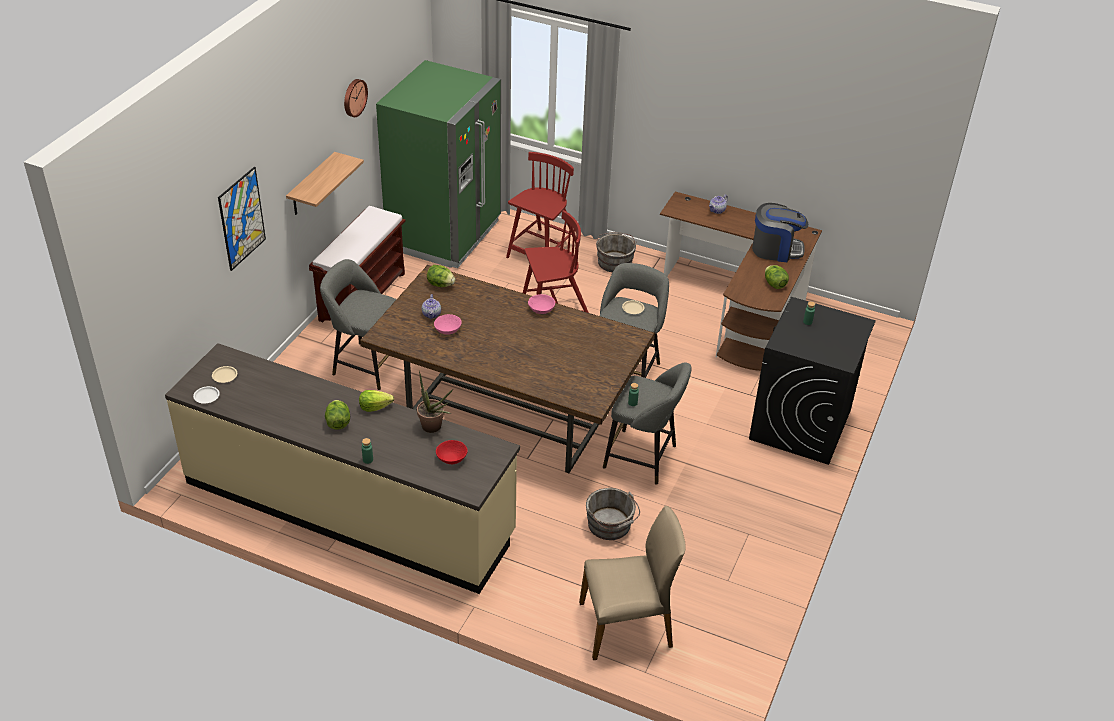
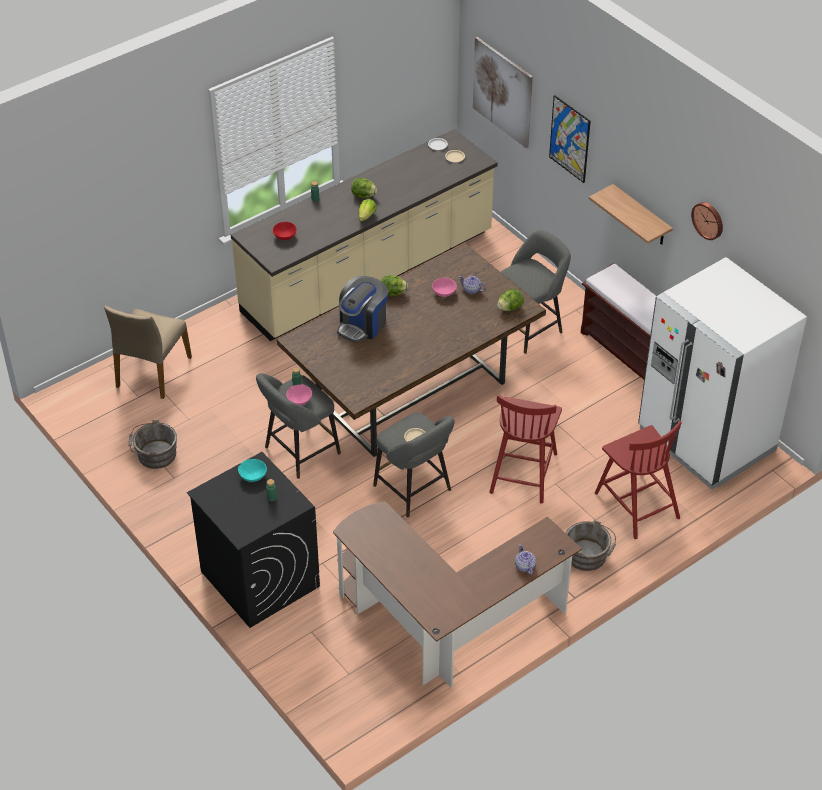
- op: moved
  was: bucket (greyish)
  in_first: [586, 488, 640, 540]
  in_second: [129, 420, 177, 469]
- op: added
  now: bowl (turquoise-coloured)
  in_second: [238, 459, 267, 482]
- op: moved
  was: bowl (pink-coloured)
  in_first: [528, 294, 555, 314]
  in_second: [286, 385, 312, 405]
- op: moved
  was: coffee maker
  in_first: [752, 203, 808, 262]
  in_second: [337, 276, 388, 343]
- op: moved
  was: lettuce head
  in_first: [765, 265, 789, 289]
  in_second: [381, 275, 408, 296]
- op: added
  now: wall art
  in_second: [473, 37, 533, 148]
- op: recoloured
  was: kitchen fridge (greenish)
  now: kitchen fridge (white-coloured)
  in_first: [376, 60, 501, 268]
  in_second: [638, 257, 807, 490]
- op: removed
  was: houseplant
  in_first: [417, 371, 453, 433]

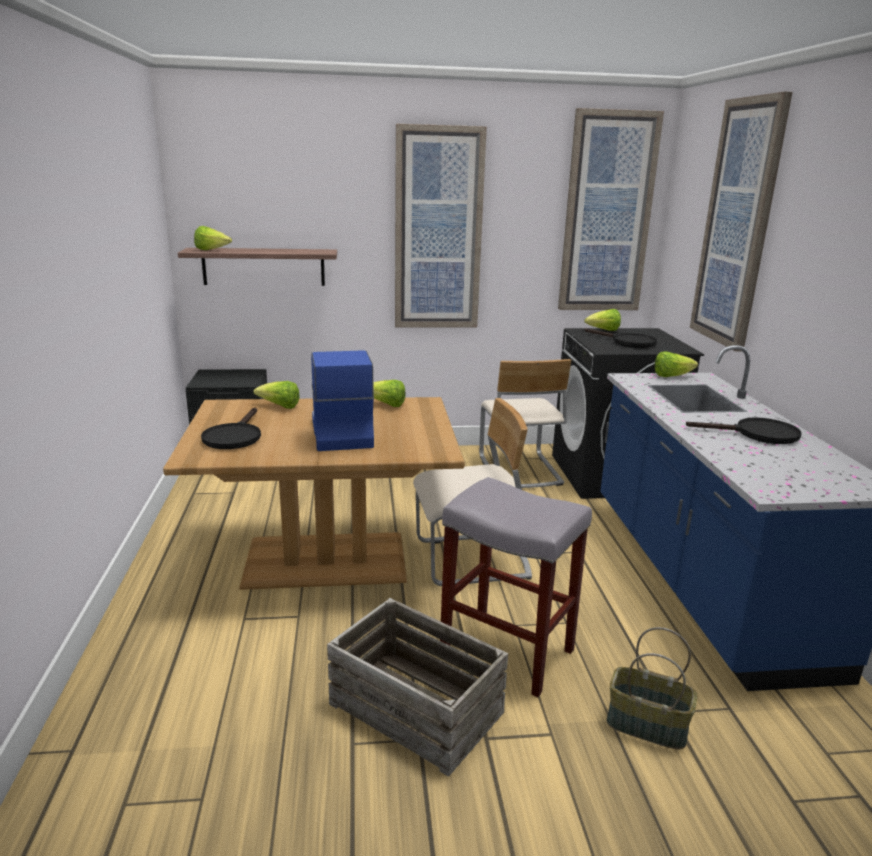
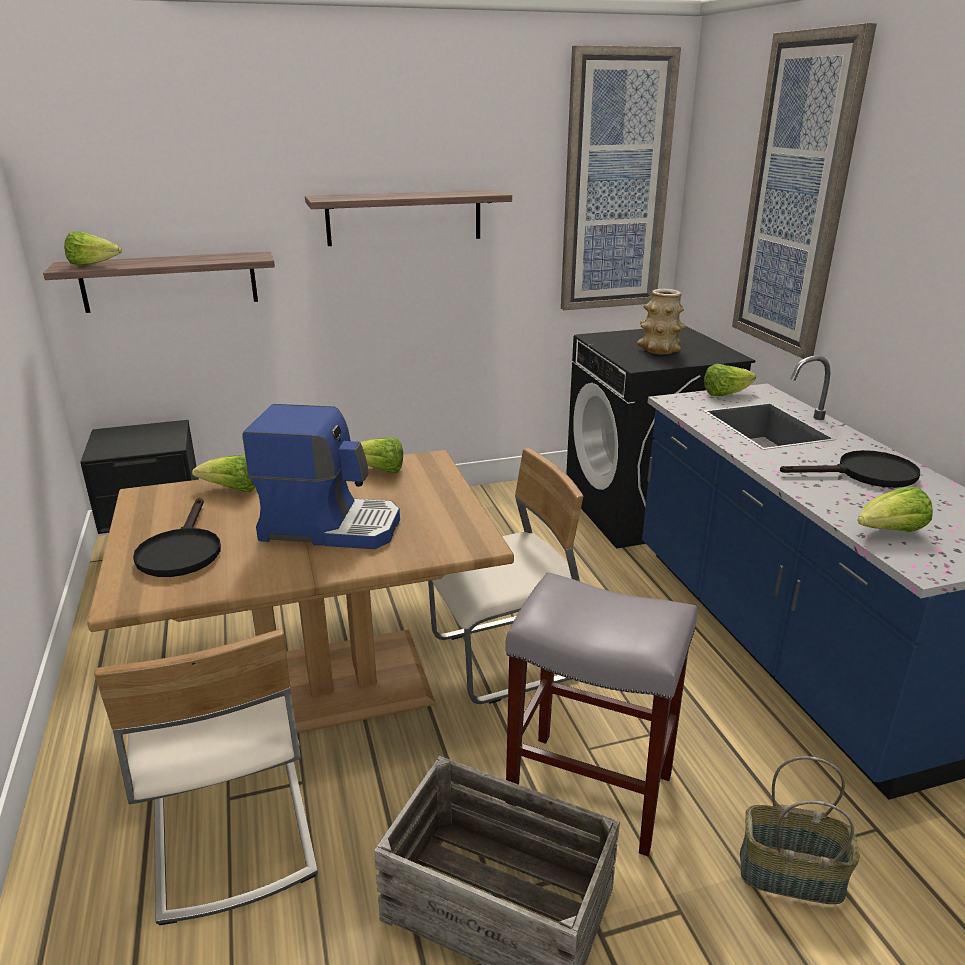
- op: moved
  was: plain chair (sand-coloured)
  in_first: [479, 359, 571, 488]
  in_second: [94, 629, 318, 925]
- op: turned
  was: coffee maker
  in_first: [311, 350, 374, 451]
  in_second: [242, 404, 400, 549]
  clockwise: 120
- op: replaced
  was: wall art
  now: bracket shelf
  in_first: [395, 124, 487, 327]
  in_second: [305, 190, 512, 246]
- op: replaced
  was: pan (black)
  now: vase
  in_first: [585, 328, 657, 348]
  in_second: [637, 289, 686, 355]
- op: moved
  was: lettuce head
  in_first: [585, 309, 621, 331]
  in_second: [858, 487, 933, 532]

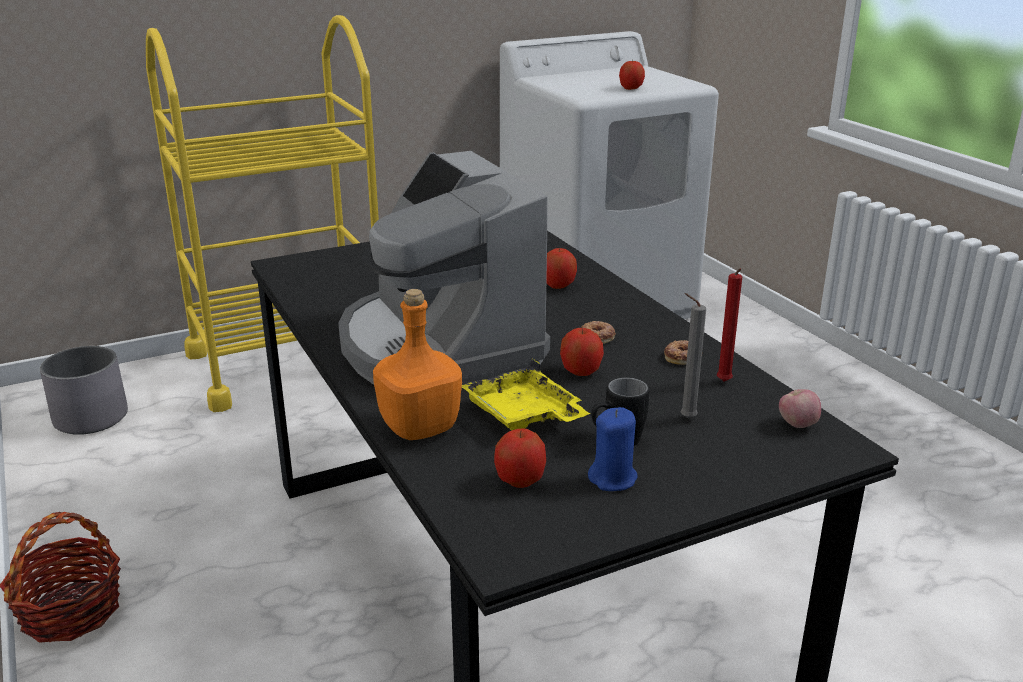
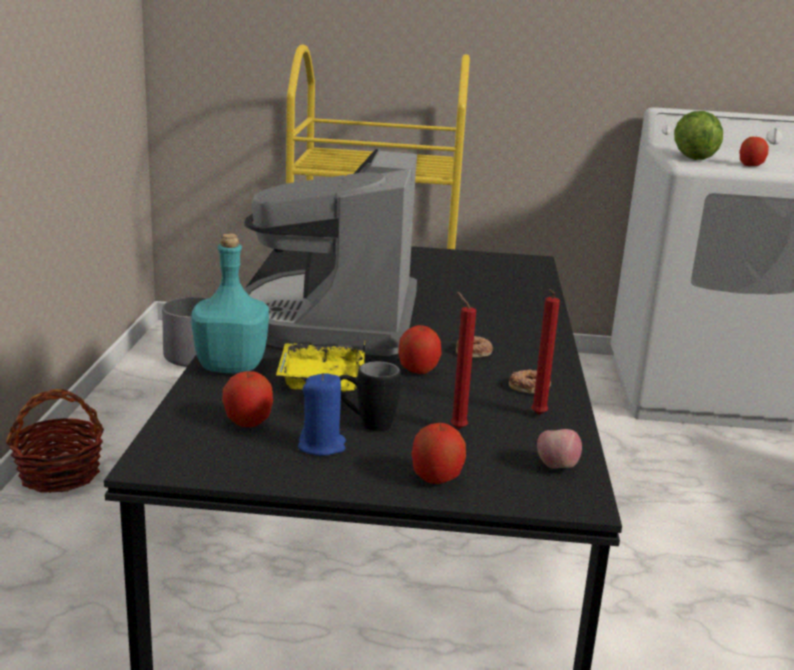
- op: recoloured
  was: beverage bottle (orange)
  now: beverage bottle (turquoise-coloured)
  in_first: [373, 289, 462, 440]
  in_second: [191, 233, 269, 373]
- op: moved
  was: whole apple
  in_first: [546, 248, 577, 289]
  in_second: [411, 423, 466, 484]
- op: recoloured
  was: wax light (greyish)
  now: wax light (red-coloured)
  in_first: [680, 293, 706, 419]
  in_second: [451, 291, 476, 429]
- op: added
  now: lettuce head
  in_second: [674, 111, 723, 160]

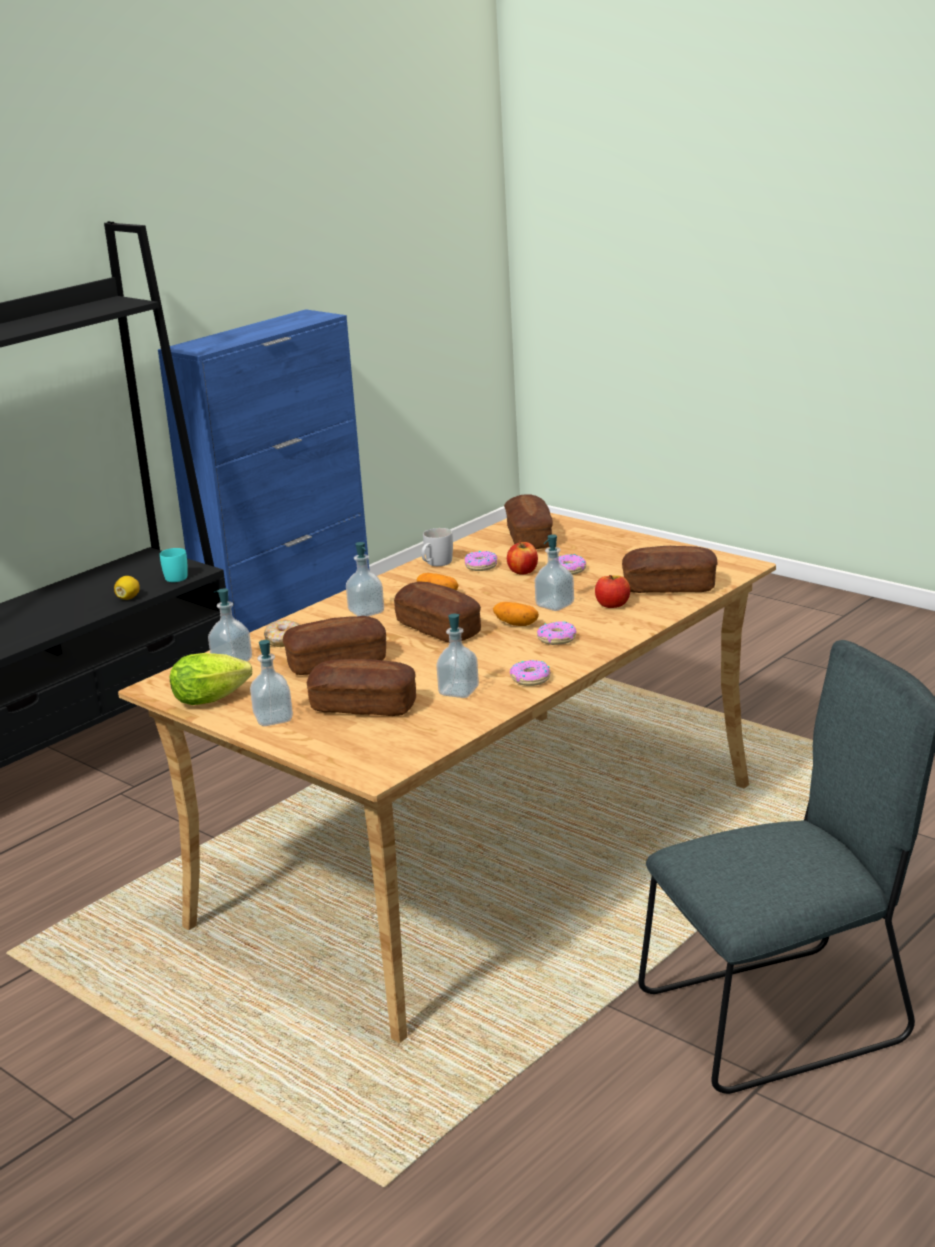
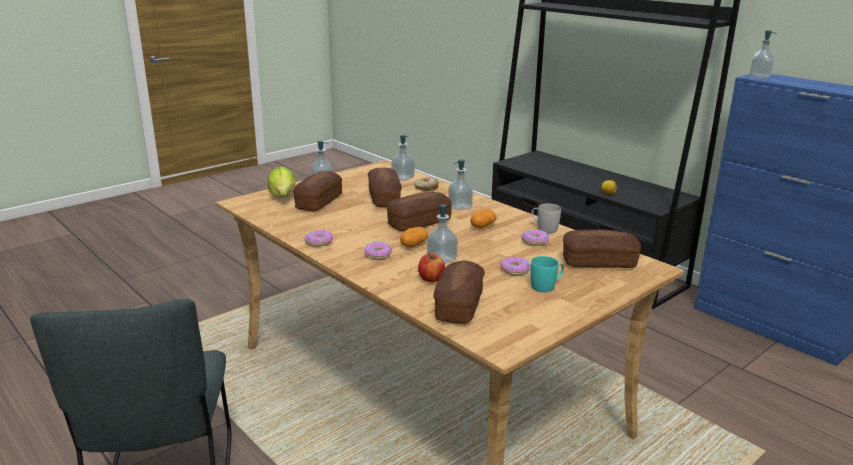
- op: moved
  was: lettuce head
  in_first: [170, 653, 252, 705]
  in_second: [268, 166, 296, 198]
- op: moved
  was: coffee mug (turquoise-coloured)
  in_first: [160, 548, 188, 582]
  in_second: [530, 256, 564, 292]
- op: moved
  was: liquid soap bottle
  in_first: [436, 614, 479, 698]
  in_second: [749, 30, 776, 79]
- op: removed
  was: whole apple
  in_first: [507, 540, 538, 575]

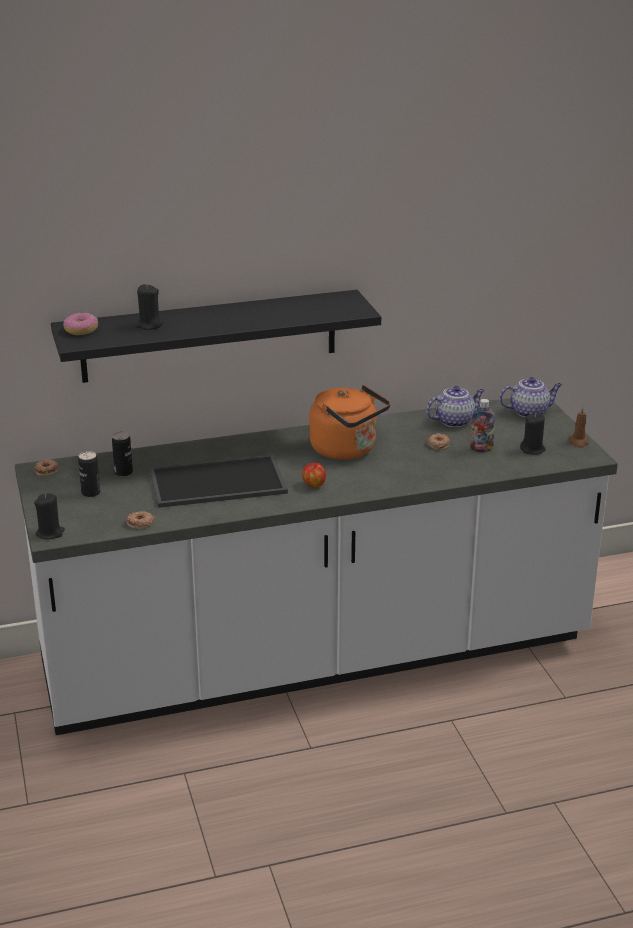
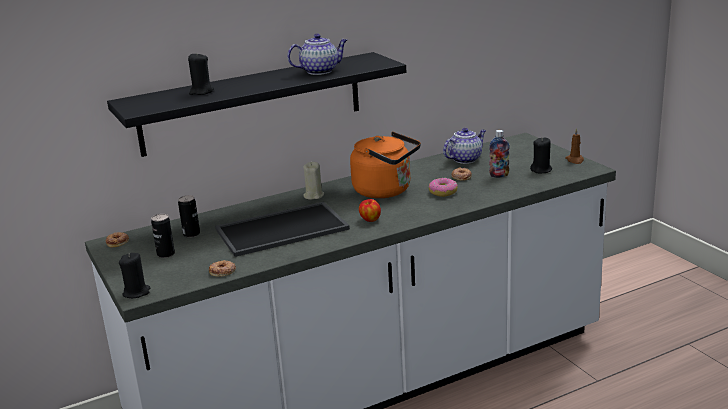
- op: moved
  was: pot for tea
  in_first: [499, 377, 562, 418]
  in_second: [287, 34, 347, 75]
- op: added
  now: wax light (sand-coloured)
  in_second: [303, 162, 324, 200]
- op: moved
  was: donut
  in_first: [63, 313, 98, 335]
  in_second: [429, 178, 458, 197]

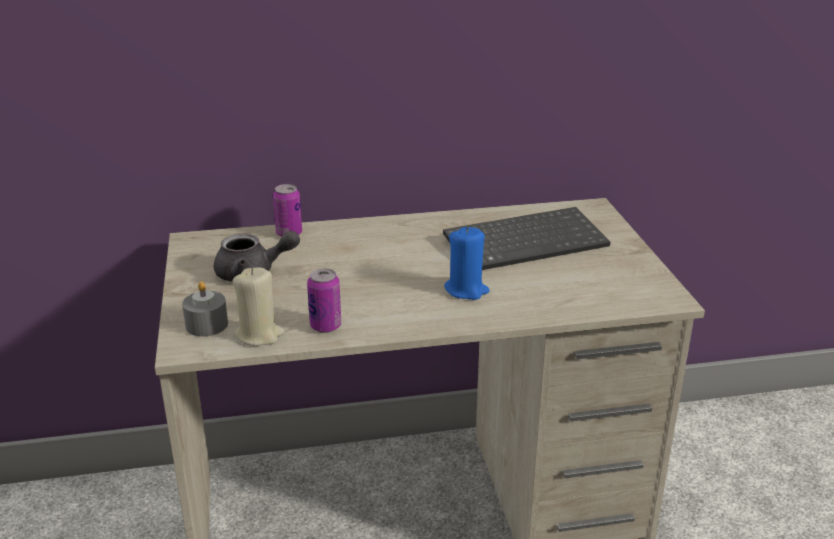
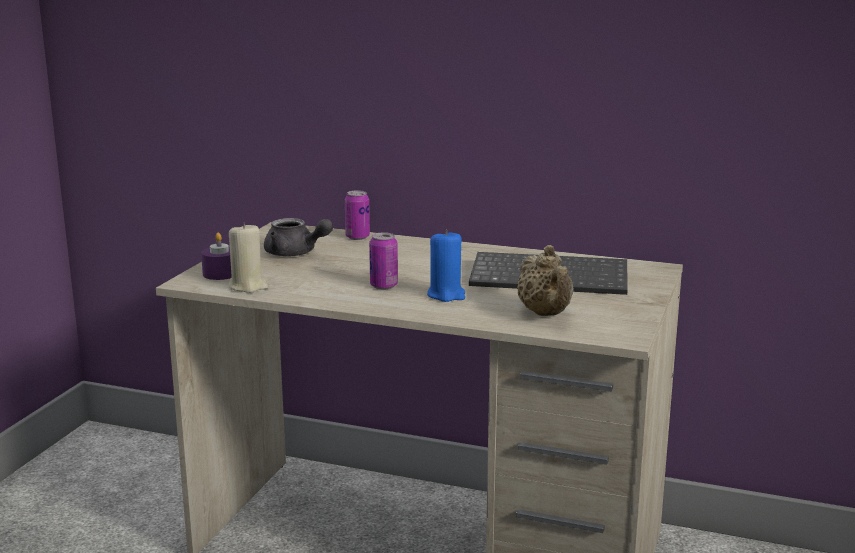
- op: recoloured
  was: wax light (greyish)
  now: wax light (purplish)
  in_first: [182, 281, 228, 337]
  in_second: [201, 233, 232, 280]
- op: moved
  was: metal can
  in_first: [307, 268, 341, 333]
  in_second: [369, 232, 398, 289]
- op: added
  now: pot for tea (sand-coloured)
  in_second: [517, 245, 574, 316]

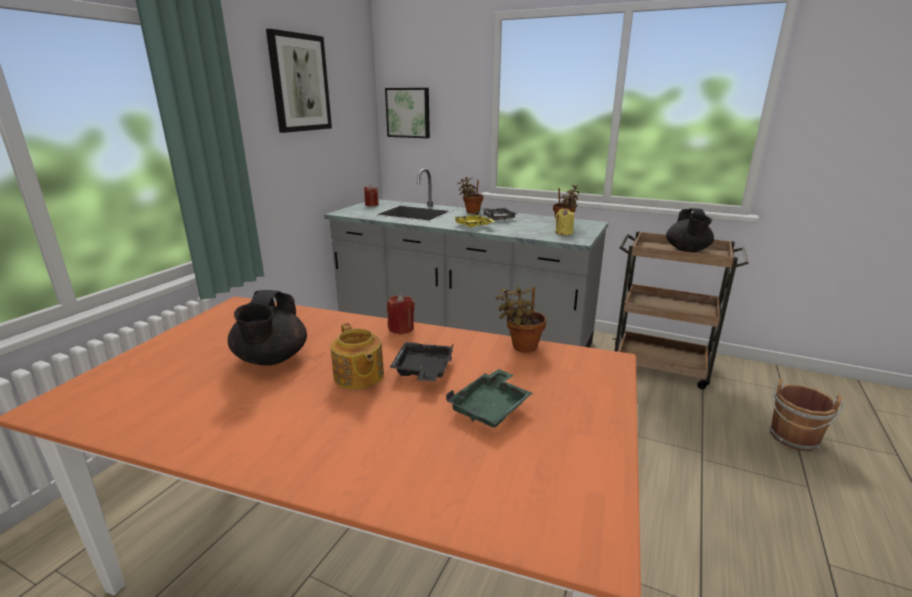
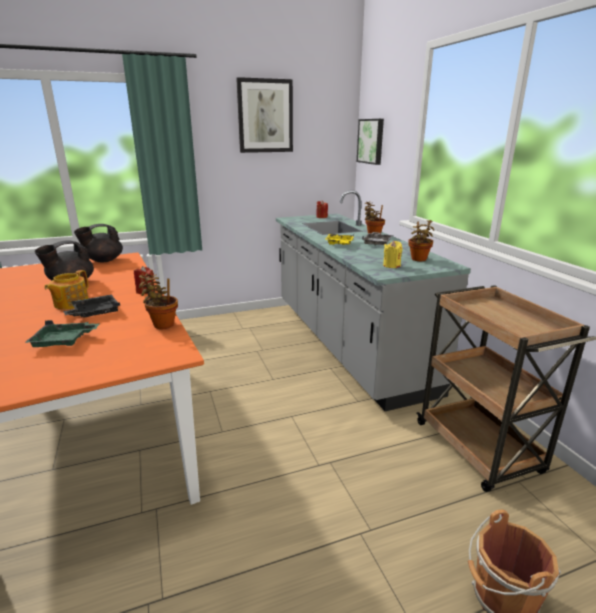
- op: moved
  was: pot for tea (black)
  in_first: [666, 208, 714, 253]
  in_second: [74, 224, 123, 262]

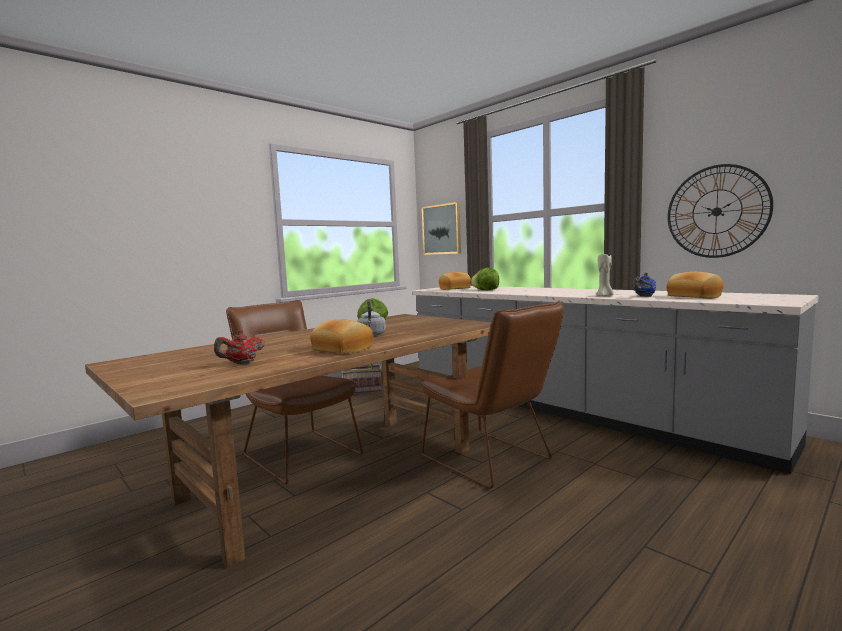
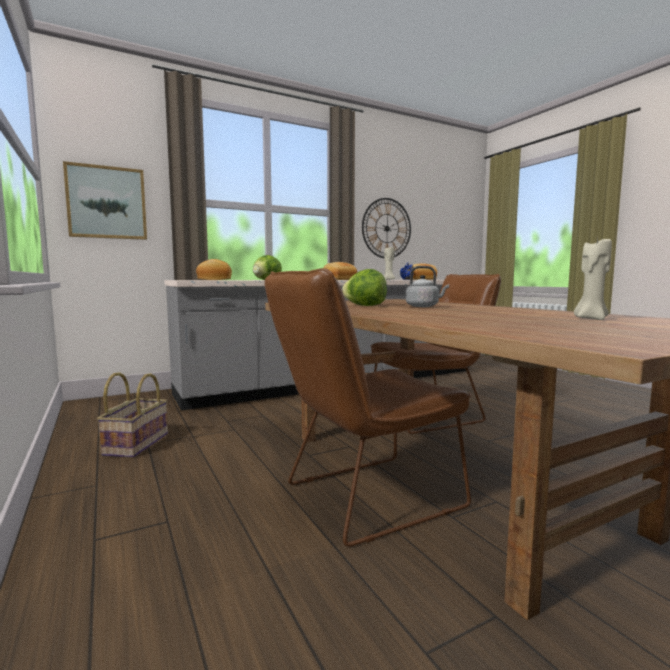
- op: moved
  was: baked bread
  in_first: [310, 319, 373, 354]
  in_second: [323, 262, 357, 280]
- op: replaced
  was: pot for tea (red-coloured)
  now: wax light (sand-coloured)
  in_first: [214, 330, 264, 364]
  in_second: [574, 238, 612, 320]

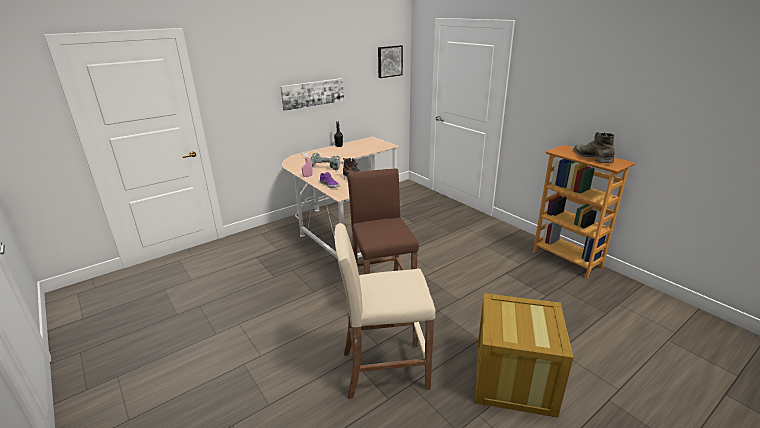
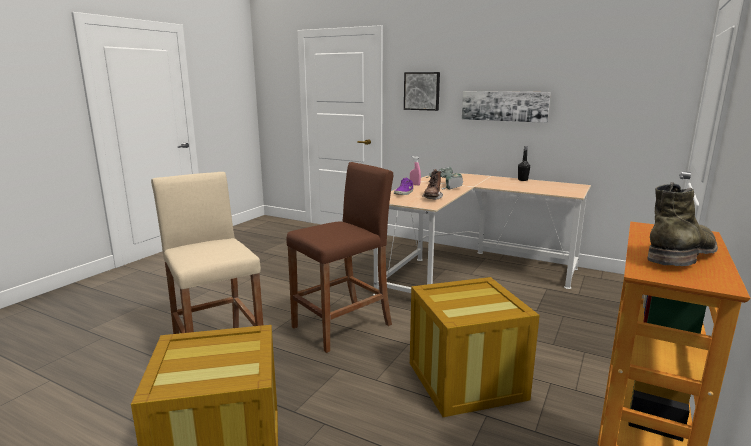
- op: moved
  was: wall art
  in_first: [378, 45, 403, 78]
  in_second: [404, 72, 440, 111]
- op: added
  now: crate
  in_second: [410, 277, 540, 417]

